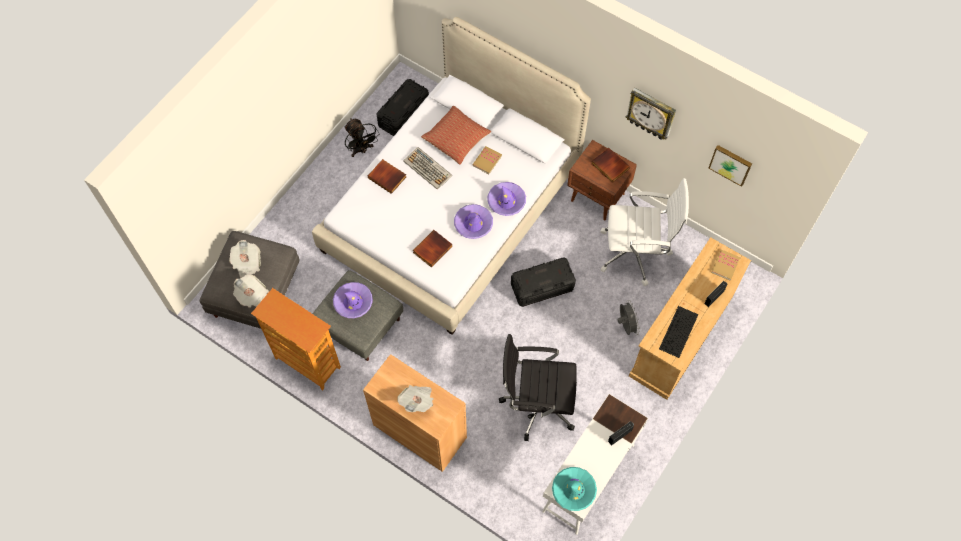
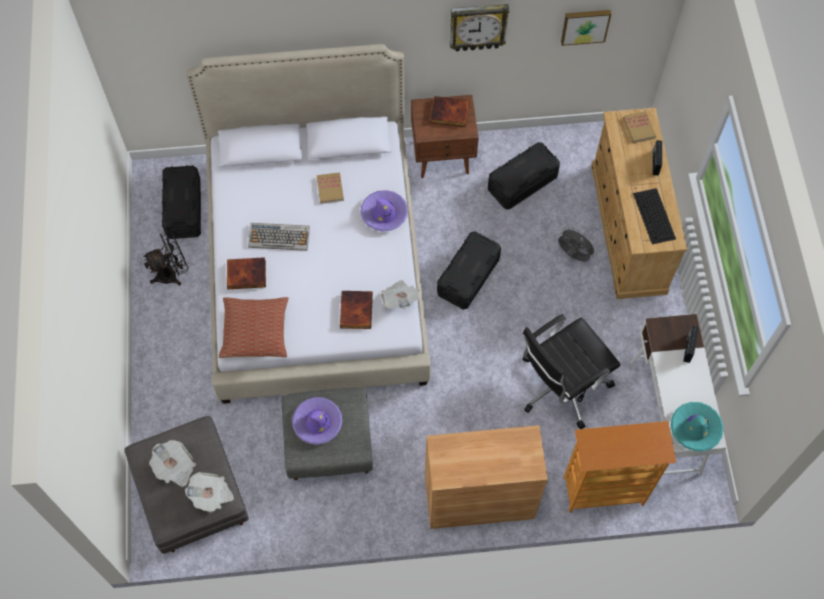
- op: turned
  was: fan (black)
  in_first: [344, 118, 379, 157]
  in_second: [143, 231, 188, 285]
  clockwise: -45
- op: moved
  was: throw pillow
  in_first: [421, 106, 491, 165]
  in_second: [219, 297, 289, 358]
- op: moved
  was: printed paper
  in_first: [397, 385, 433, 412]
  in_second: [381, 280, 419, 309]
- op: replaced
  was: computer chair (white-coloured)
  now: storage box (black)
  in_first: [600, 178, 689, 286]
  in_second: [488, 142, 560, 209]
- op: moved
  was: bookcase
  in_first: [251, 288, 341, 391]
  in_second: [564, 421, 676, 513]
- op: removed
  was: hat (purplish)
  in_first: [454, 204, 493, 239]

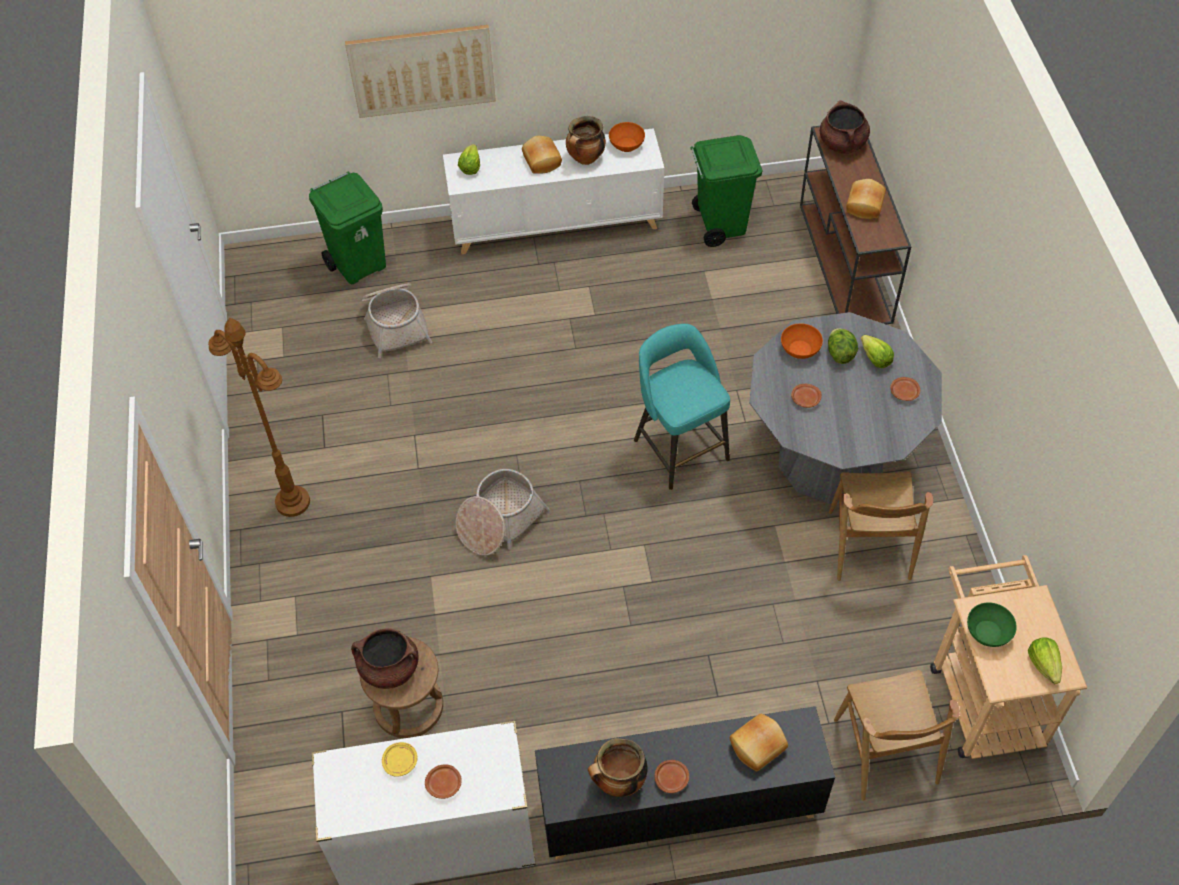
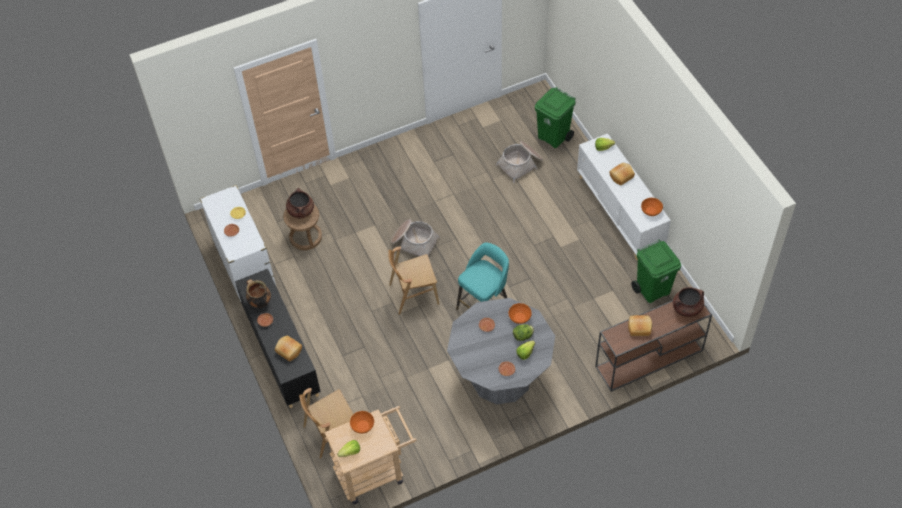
- op: recoloured
  was: bowl (greenish)
  now: bowl (orange)
  in_first: [967, 602, 1017, 647]
  in_second: [350, 411, 374, 434]
- op: moved
  was: plain chair (brown-coloured)
  in_first: [829, 471, 933, 581]
  in_second: [388, 246, 439, 315]
- op: removed
  was: standard lamp (brown-coloured)
  in_first: [208, 318, 310, 517]
- op: removed
  was: wall art
  in_first: [345, 25, 496, 118]
- op: removed
  was: cooking pot
  in_first: [566, 116, 606, 165]

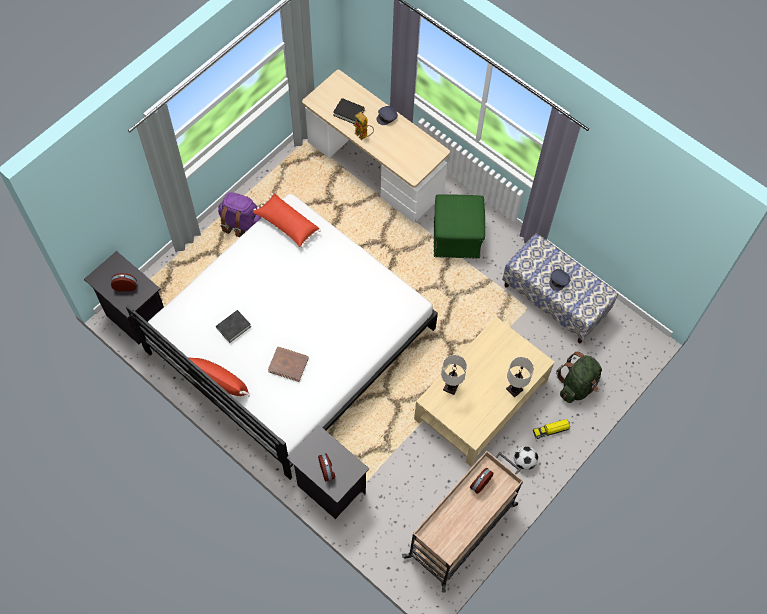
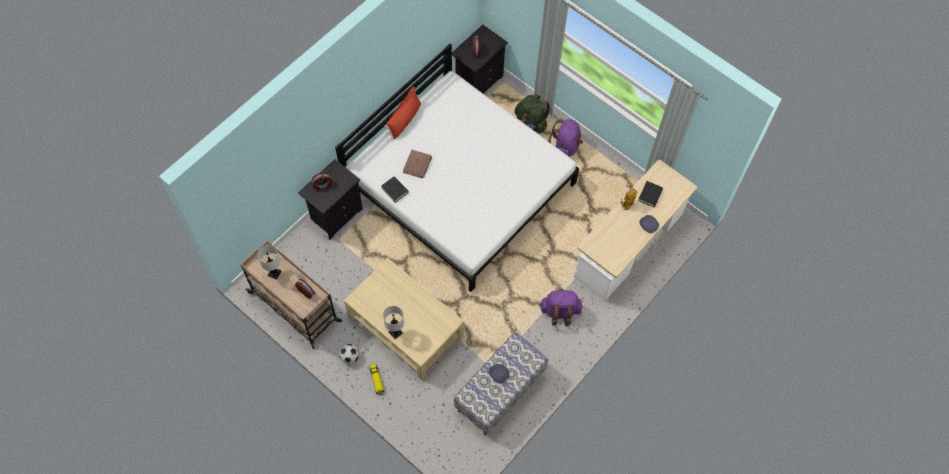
- op: moved
  was: lamp for a table (white-coloured)
  in_first: [441, 355, 467, 395]
  in_second: [257, 245, 281, 280]
- op: moved
  was: book (black)
  in_first: [216, 310, 251, 343]
  in_second: [381, 177, 408, 203]
- op: moved
  was: knapsack (greenish)
  in_first: [556, 352, 602, 403]
  in_second: [515, 94, 551, 134]
- op: replaced
  was: ottoman (greenish)
  now: knapsack (purplish)
  in_first: [434, 194, 485, 259]
  in_second: [539, 288, 582, 326]
- op: removed
  was: throw pillow (red-coloured)
  in_first: [253, 193, 321, 248]

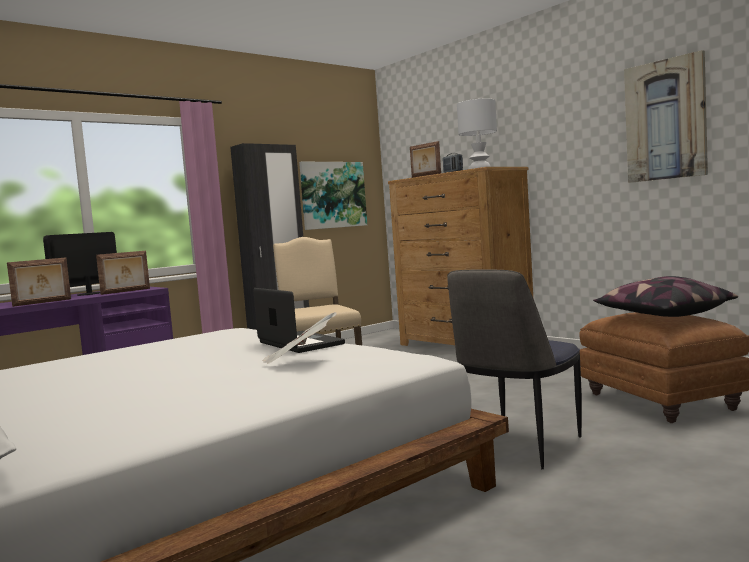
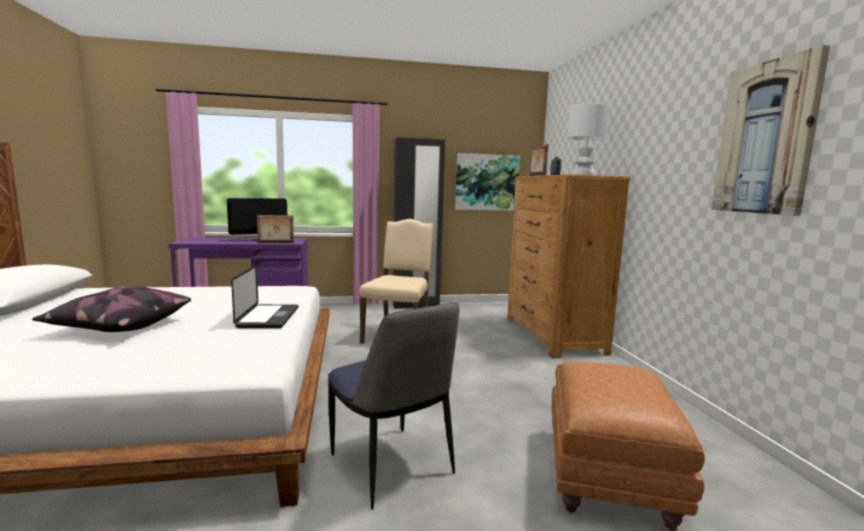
- op: moved
  was: throw pillow
  in_first: [593, 276, 738, 317]
  in_second: [32, 287, 191, 332]
- op: turned
  was: plain chair
  in_first: [447, 269, 582, 469]
  in_second: [328, 303, 459, 510]
  clockwise: -105
- op: removed
  was: picture frame
  in_first: [7, 257, 71, 307]
- op: removed
  was: printed paper
  in_first: [262, 312, 337, 364]

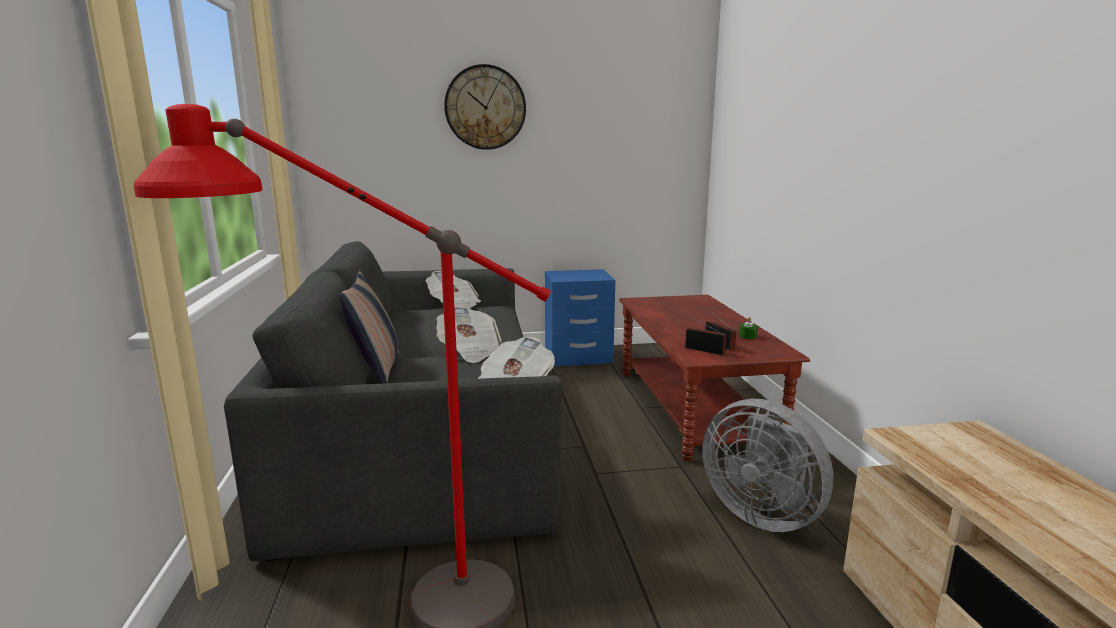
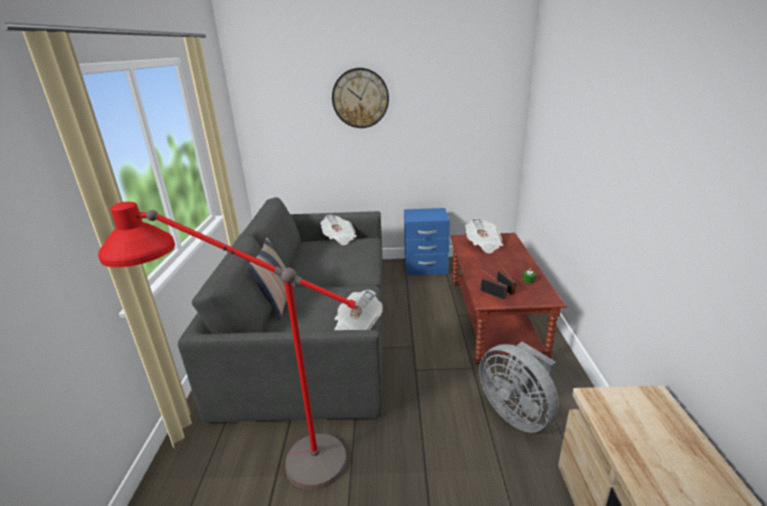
- op: moved
  was: printed paper
  in_first: [436, 306, 502, 363]
  in_second: [465, 218, 504, 254]

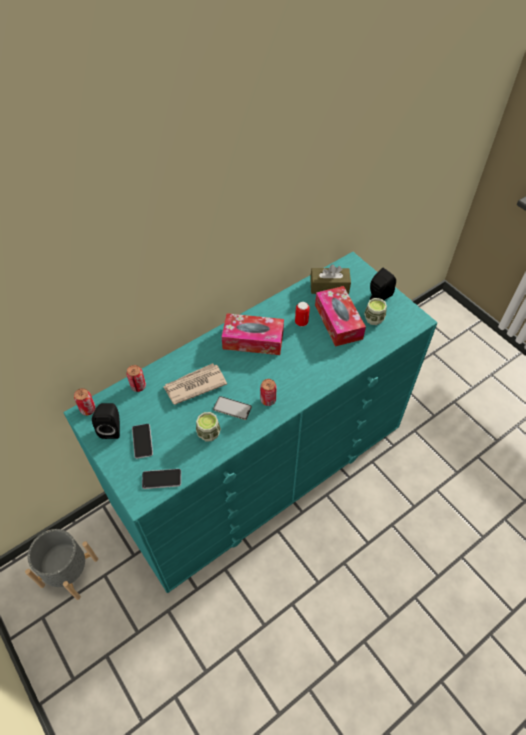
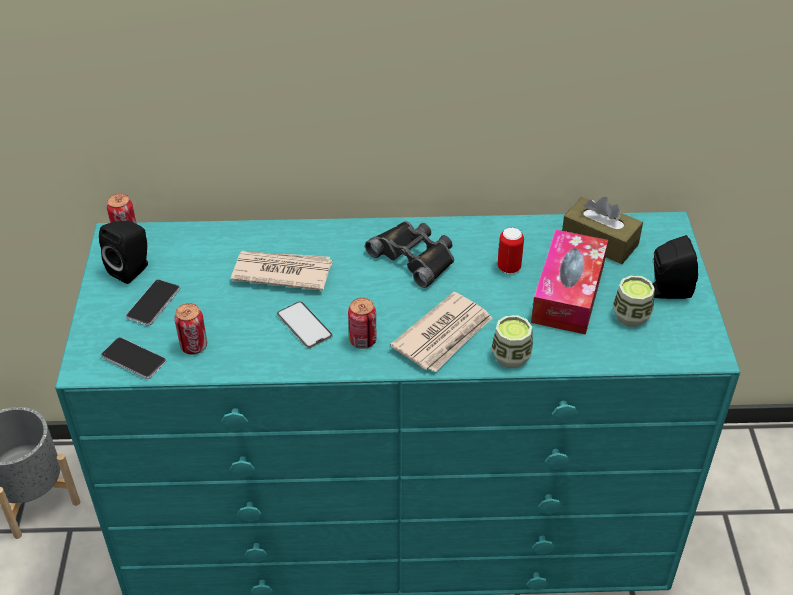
- op: moved
  was: metal can
  in_first: [126, 365, 146, 392]
  in_second: [174, 303, 207, 355]
- op: replaced
  was: box of tissues
  now: field glasses (black)
  in_first: [222, 313, 284, 355]
  in_second: [365, 221, 454, 288]
- op: added
  now: printed paper
  in_second: [390, 292, 492, 372]
- op: moved
  was: drinking cup
  in_first: [196, 412, 221, 441]
  in_second: [491, 315, 533, 368]

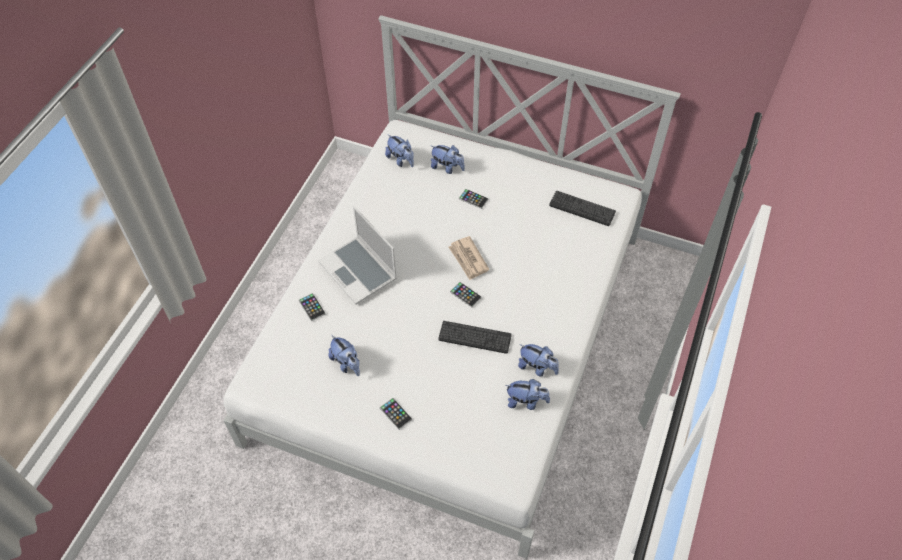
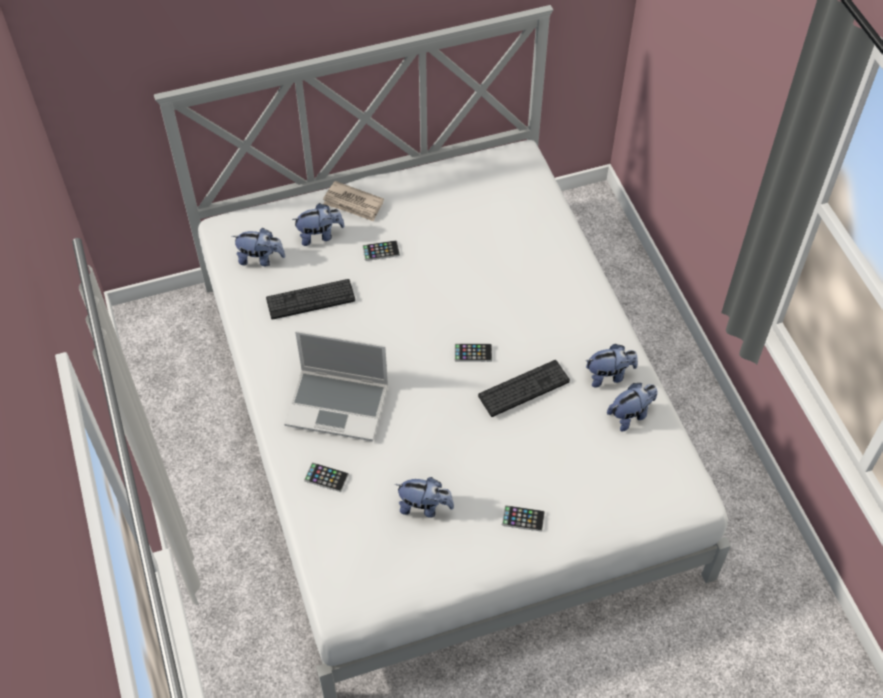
- op: moved
  was: computer keyboard
  in_first: [549, 191, 616, 226]
  in_second: [266, 279, 355, 320]
- op: moved
  was: printed paper
  in_first: [449, 236, 489, 280]
  in_second: [323, 181, 384, 222]

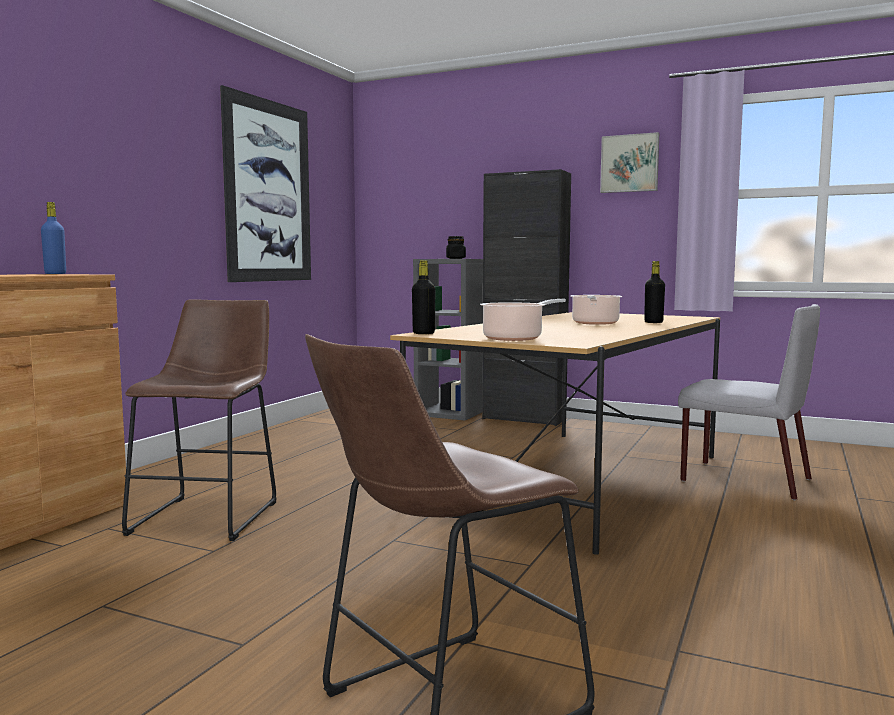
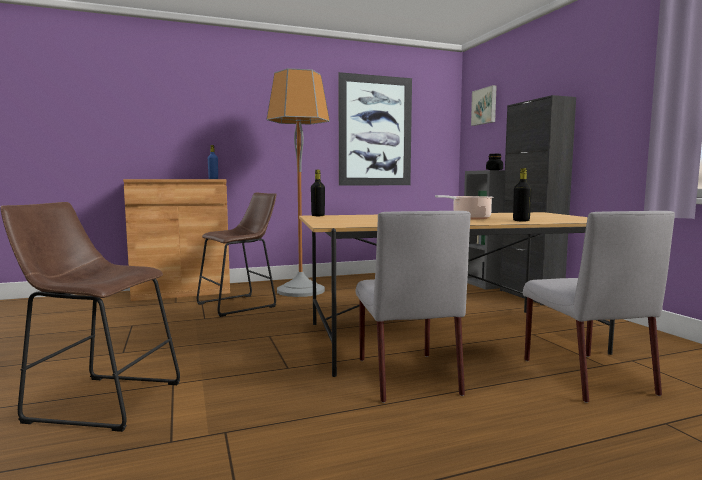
- op: added
  now: standard lamp
  in_second: [266, 68, 330, 297]
- op: added
  now: plain chair (greyish)
  in_second: [356, 211, 471, 403]
- op: moved
  was: wall art
  in_first: [600, 132, 659, 193]
  in_second: [471, 85, 497, 126]
- op: removed
  was: cooking pot
  in_first: [480, 299, 566, 341]

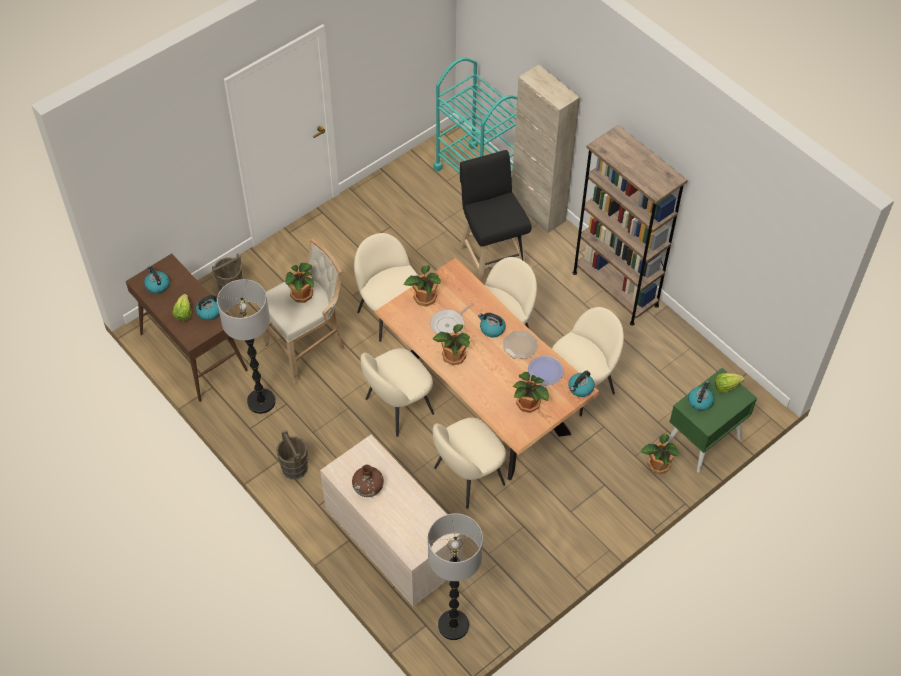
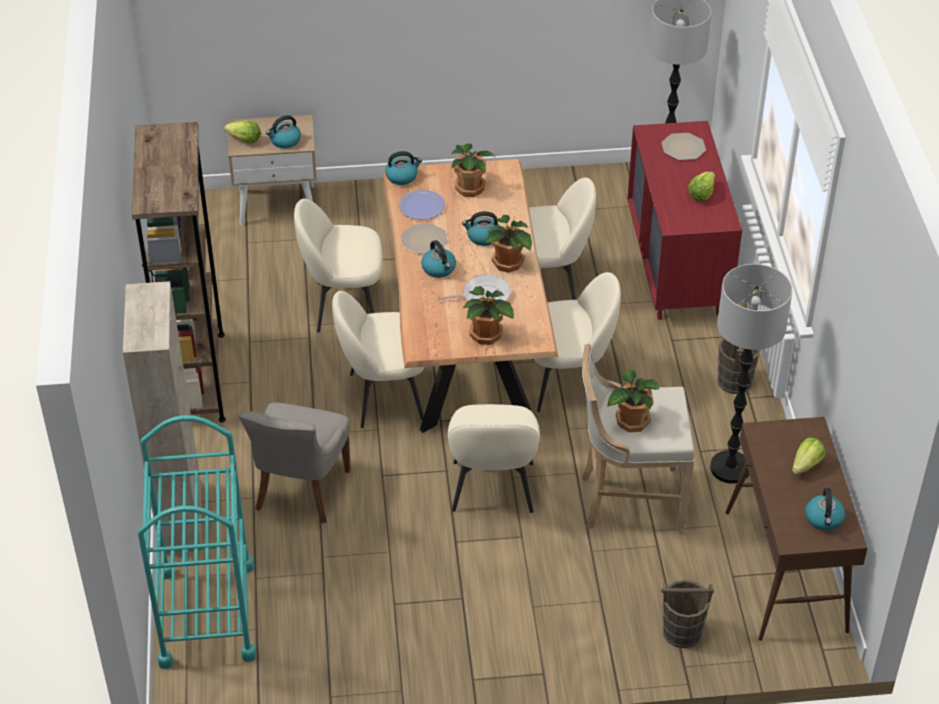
- op: recoloured
  was: nightstand (greenish)
  now: nightstand (sand-coloured)
  in_first: [666, 368, 757, 473]
  in_second: [228, 115, 317, 226]
- op: replaced
  was: stool (black)
  now: plain chair (greyish)
  in_first: [460, 150, 532, 282]
  in_second: [239, 402, 351, 524]
- op: moved
  was: water kettle
  in_first: [196, 295, 219, 320]
  in_second: [462, 211, 500, 246]
- op: recoloured
  was: dresser (sand-coloured)
  now: dresser (red-coloured)
  in_first: [320, 435, 463, 607]
  in_second: [627, 121, 742, 320]
- op: added
  now: dinner plate
  in_second: [662, 133, 706, 160]
- op: replaced
  was: vase (brown-coloured)
  now: lettuce head
  in_first: [352, 465, 384, 497]
  in_second: [688, 172, 715, 202]
- op: removed
  was: houseplant
  in_first: [641, 434, 679, 474]

